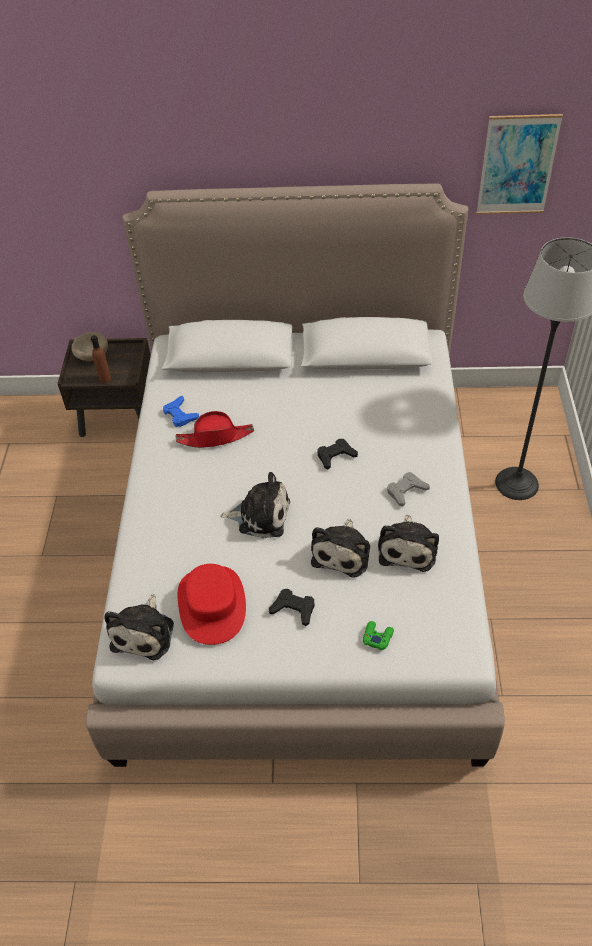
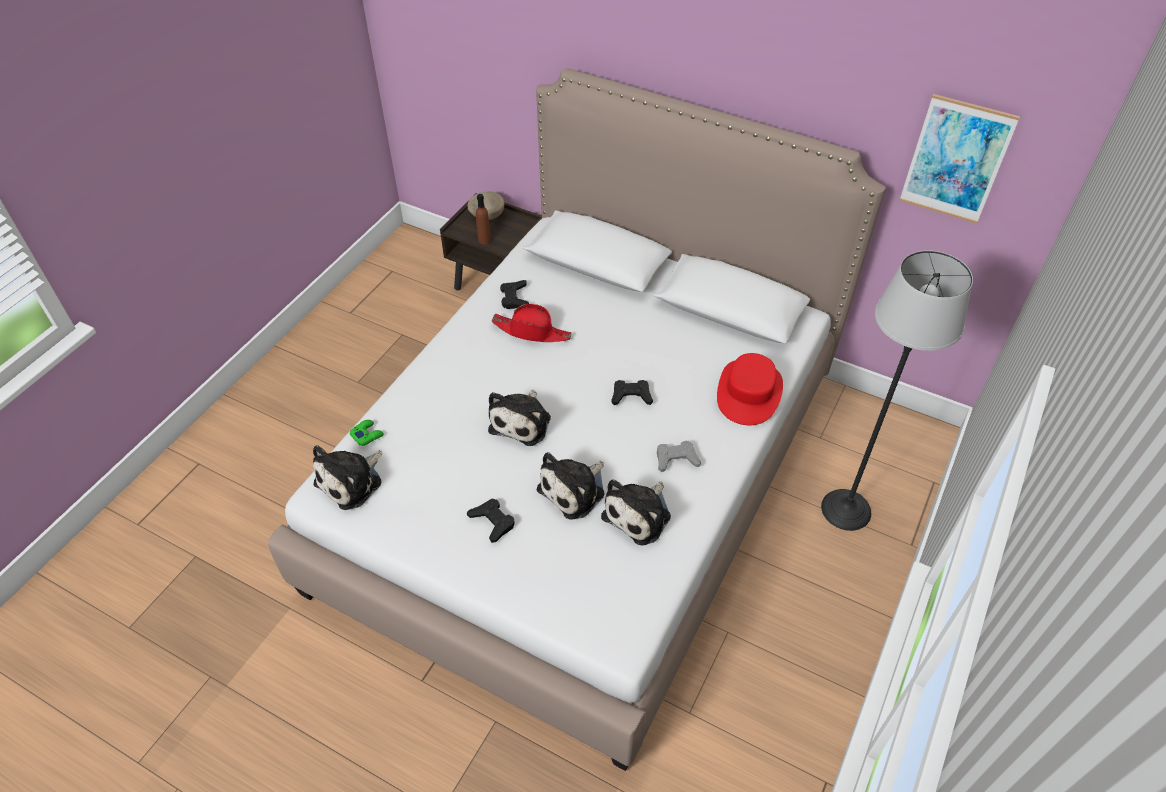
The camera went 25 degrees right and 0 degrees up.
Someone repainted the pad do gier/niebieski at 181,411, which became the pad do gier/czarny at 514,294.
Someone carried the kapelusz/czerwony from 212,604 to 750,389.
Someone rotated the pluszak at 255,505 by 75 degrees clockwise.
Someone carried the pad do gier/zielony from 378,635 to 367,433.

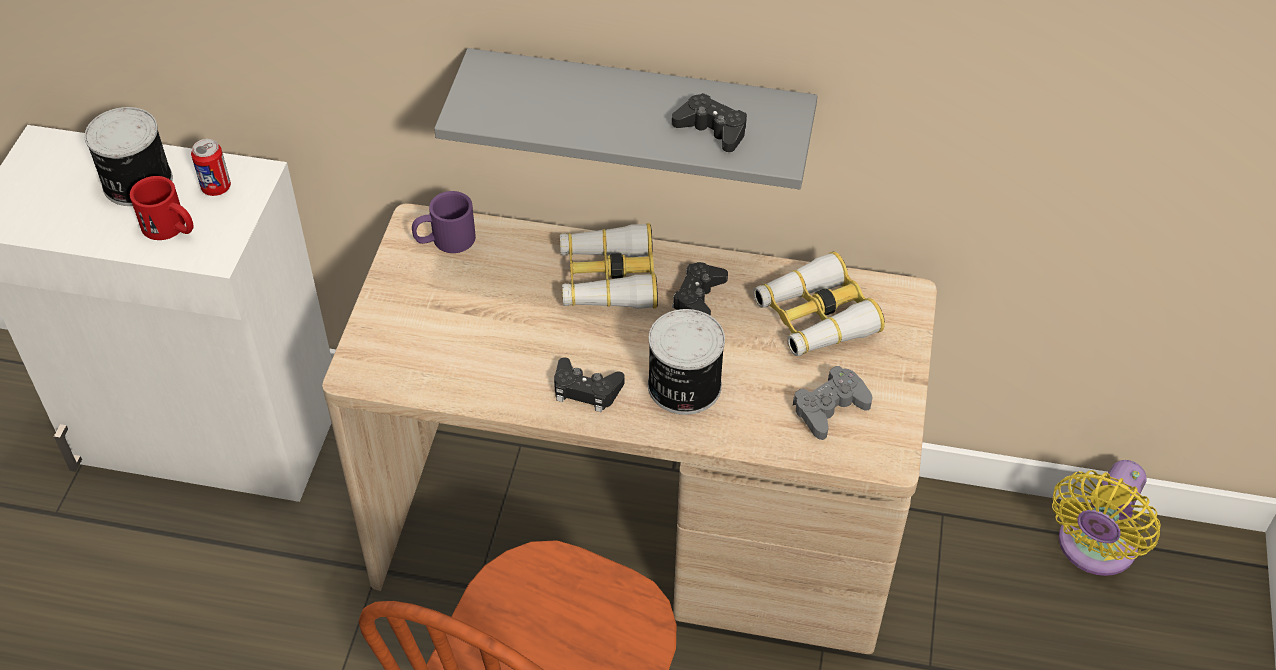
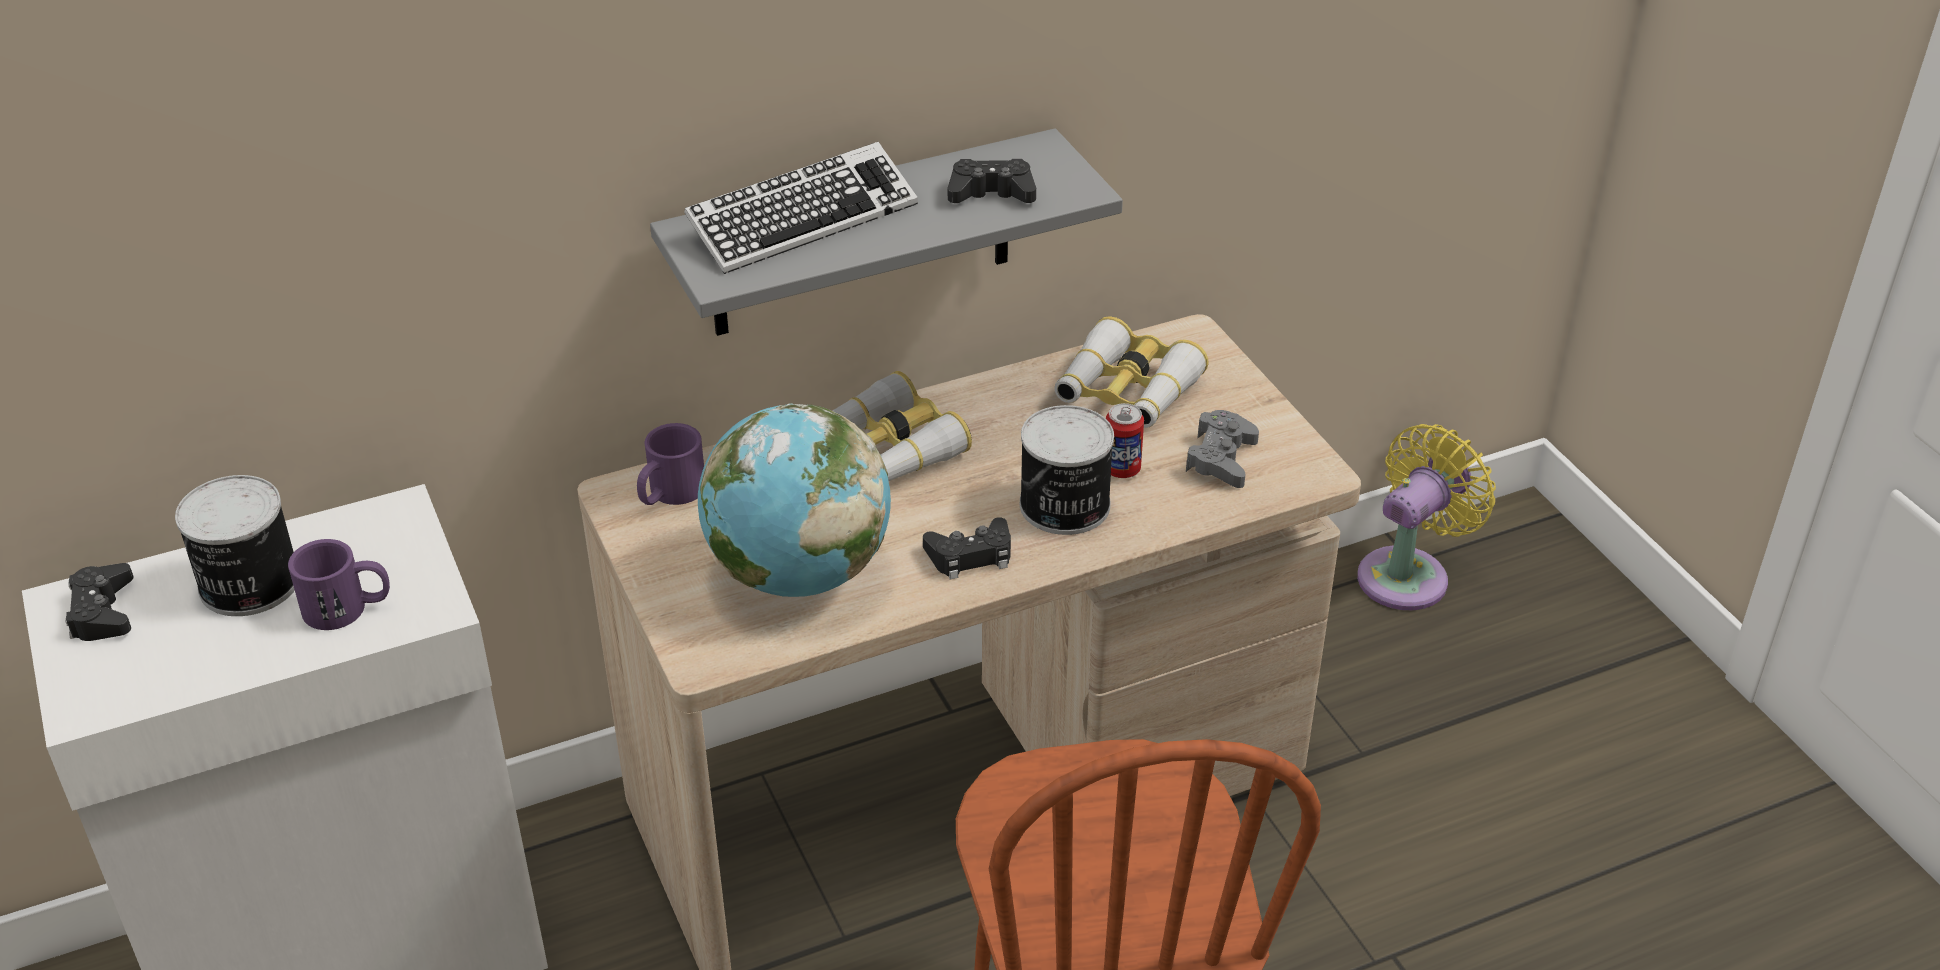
The camera went 35 degrees left and 10 degrees down.
Someone repainted the kubek/czerwony at 162,208, which became the kubek/fioletowy at 339,584.
Someone carried the puszka from 211,167 to 1125,440.
Someone carried the pad do gier/czarny from 700,289 to 99,602.
Someone rotated the wentylator/żółty at 1106,518 by 135 degrees counterclockwise.
Someone put down the klawiatura at 801,208.
Someone put down the globus at 794,500.

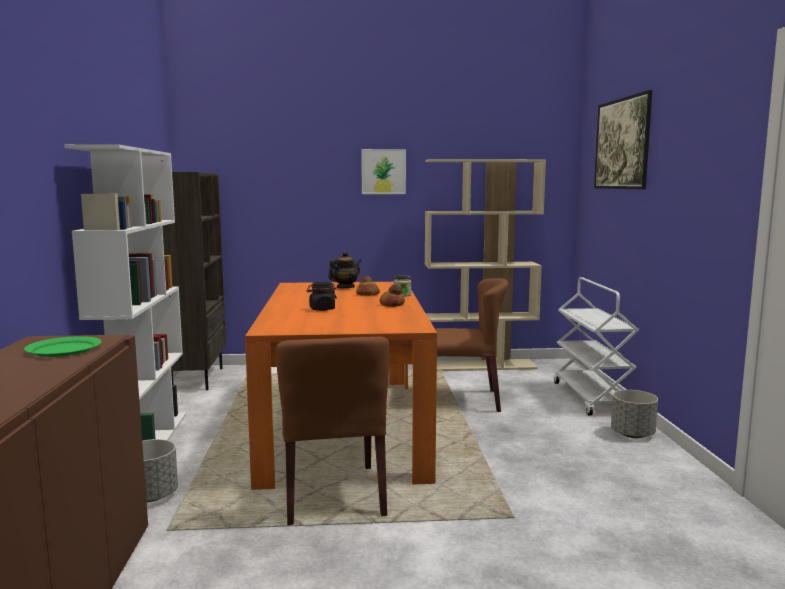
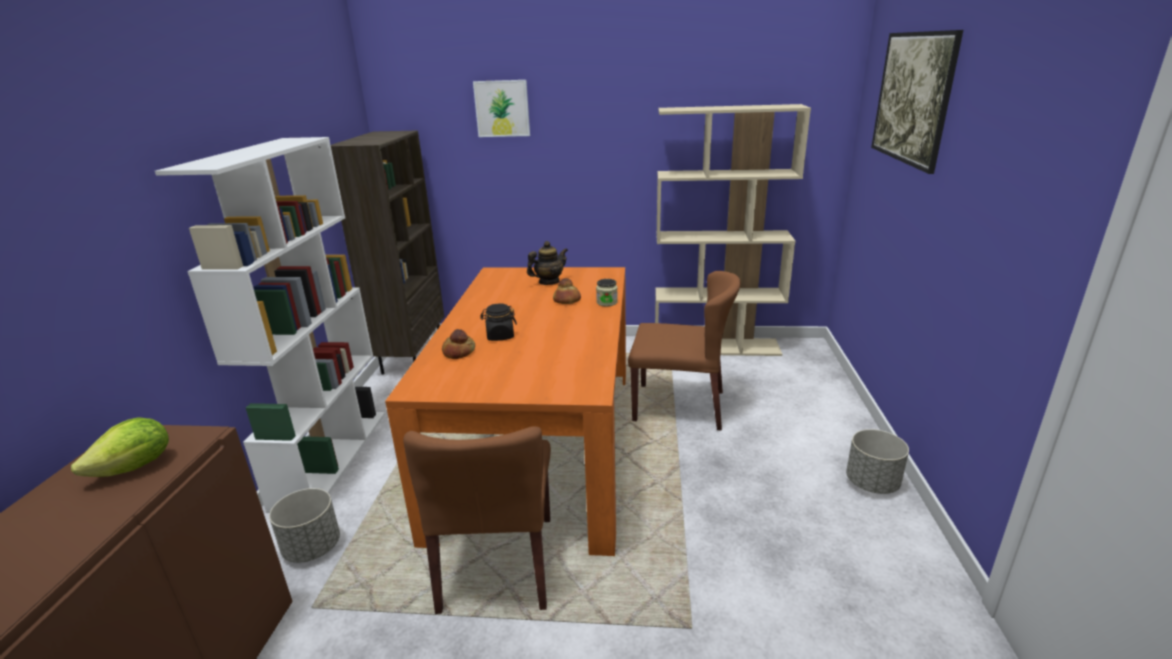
The camera went 10 degrees right and 15 degrees up.
Someone swapped the talerz/zielony at 63,346 for the sałata at 120,447.
Someone carried the obraz from 383,171 to 501,108.
Someone carried the chleb from 392,296 to 458,344.
Someone took away the wózek/biały at 596,346.

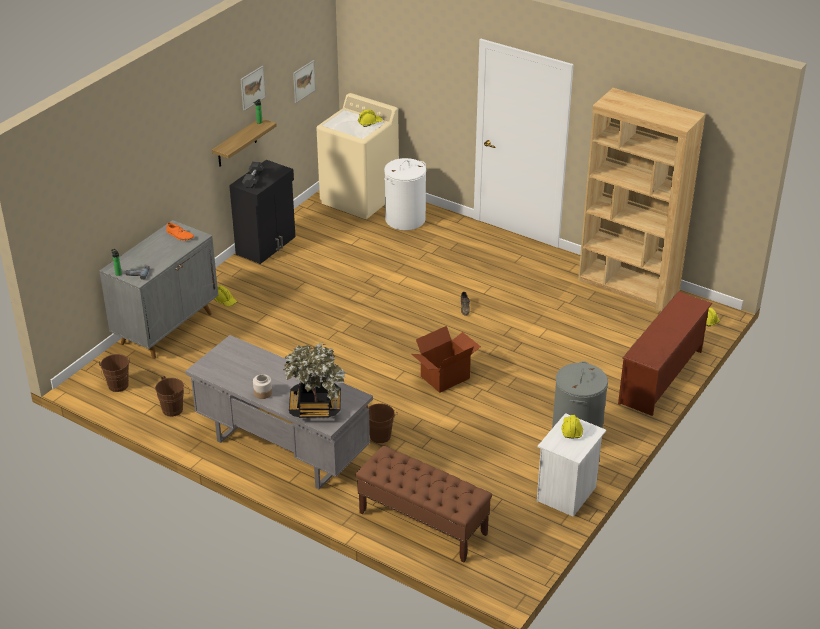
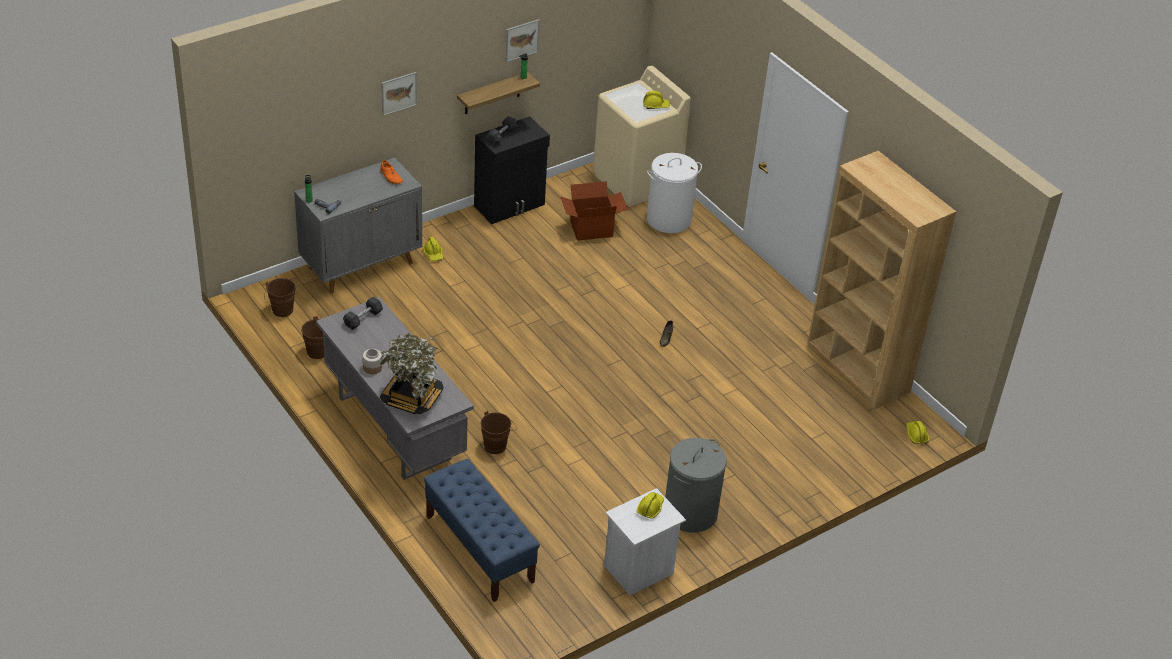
The camera went 20 degrees right and 5 degrees up.
Someone carried the obraz from 304,81 to 399,94.
Someone repainted the ławka/brązowy at 424,504, which became the ławka/niebieski at 482,530.
Someone carried the karton from 446,359 to 594,211.
Someone took away the regał na buty/brązowy at 665,353.
Someone put down the hantel/szary at 363,313.

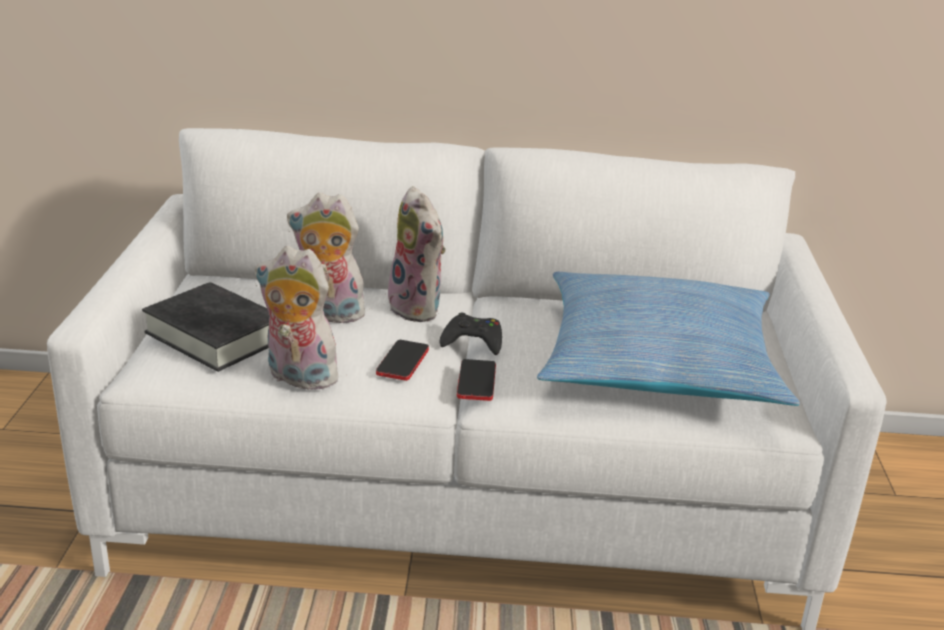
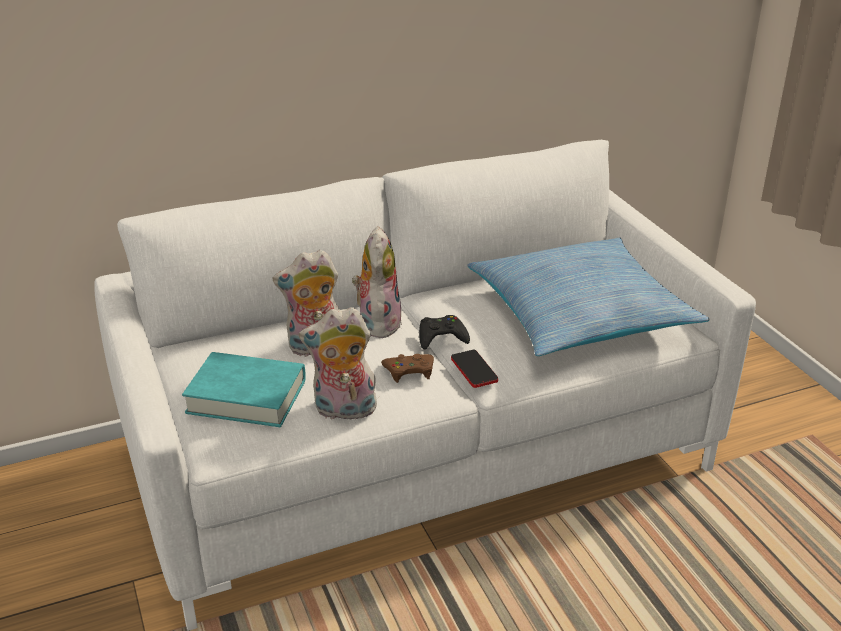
The camera went 25 degrees left and 5 degrees up.
Someone repainted the książka/czarny at 205,327, which became the książka/turkusowy at 244,389.
Someone swapped the telefon at 402,360 for the pad do gier/brązowy at 407,368.
Someone rotated the pluszak at 416,254 by 120 degrees counterclockwise.

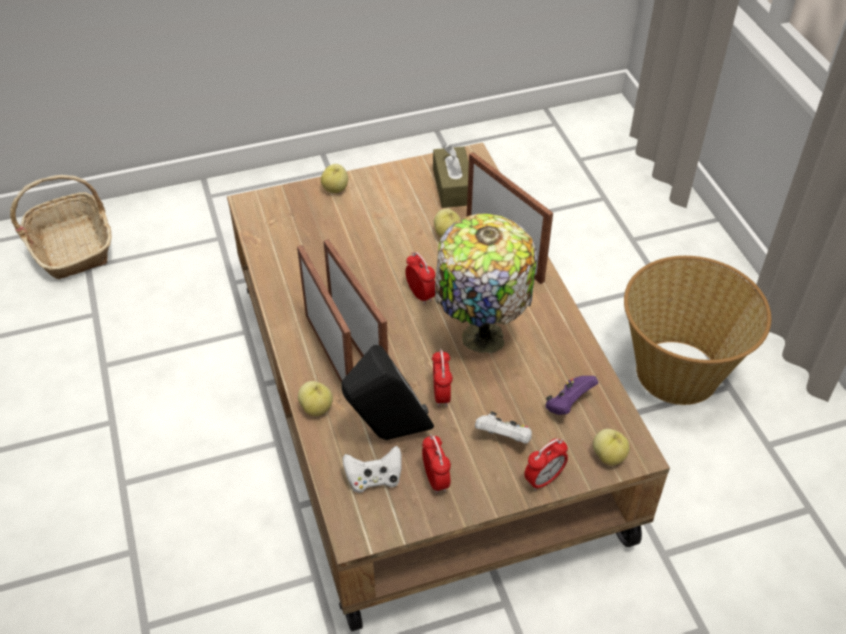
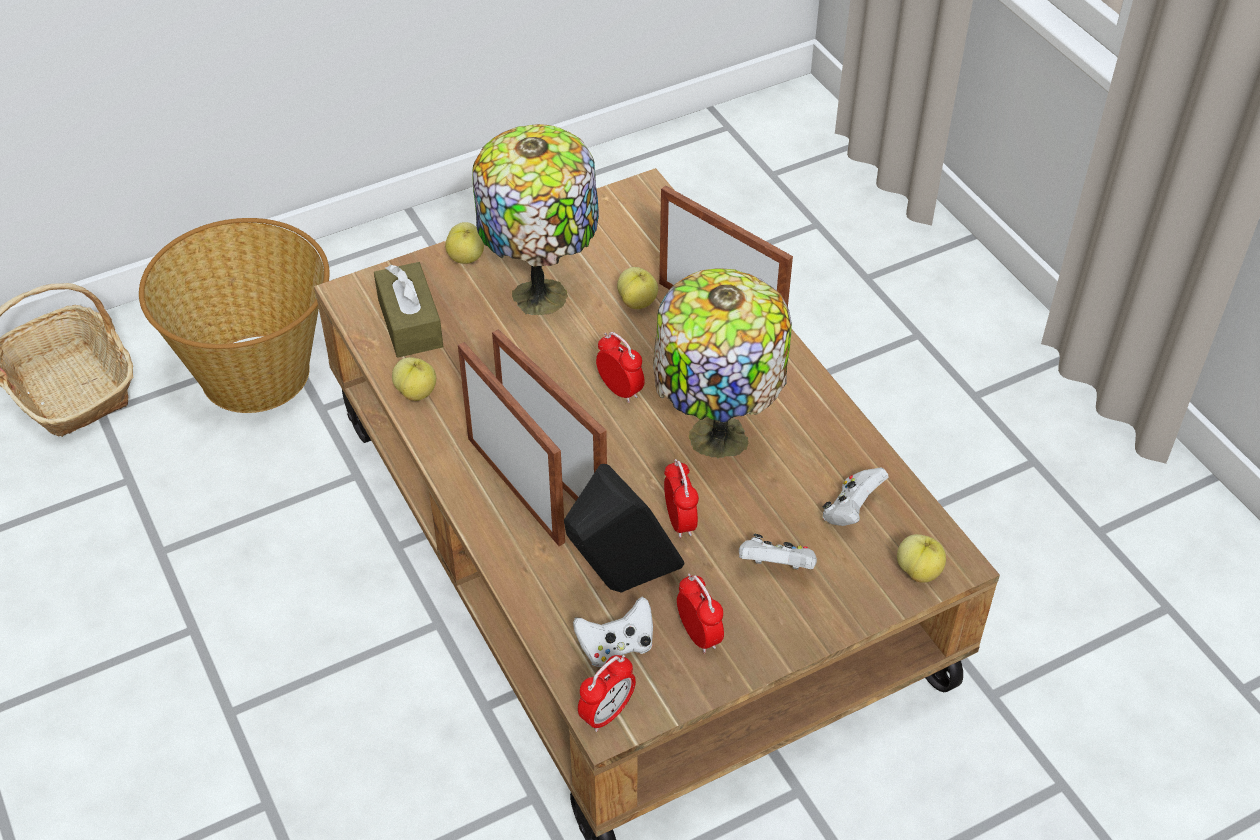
The camera went 10 degrees left and 0 degrees up.
Someone carried the jabłko from 315,398 to 414,379.
Someone carried the pudełko chusteczek/brązowy from 451,176 to 408,310.
Someone carried the budzik from 546,465 to 607,693.
Someone repainted the pad do gier/fioletowy at 572,395, which became the pad do gier/biały at 855,497.
Someone carried the koszyk from 697,330 to 234,315.
Someone put down the lampa stołowa at 535,219.

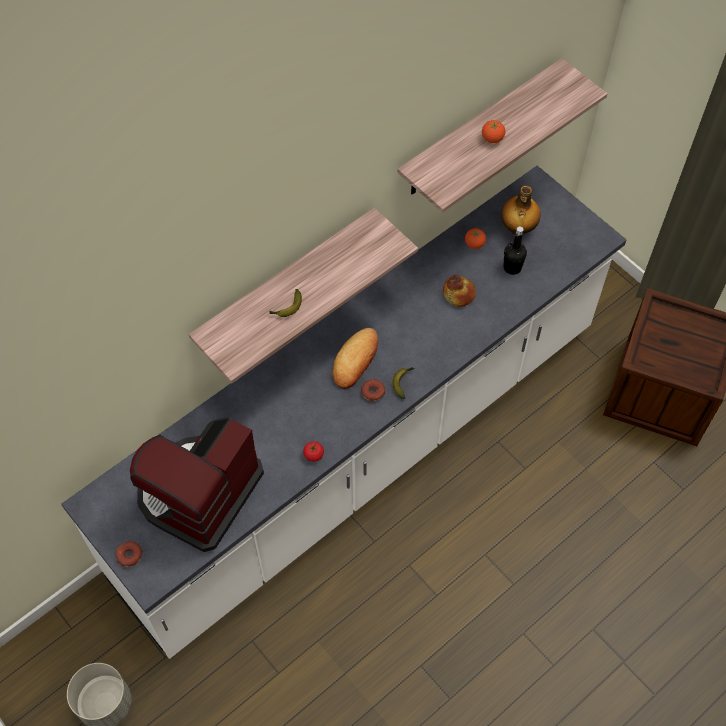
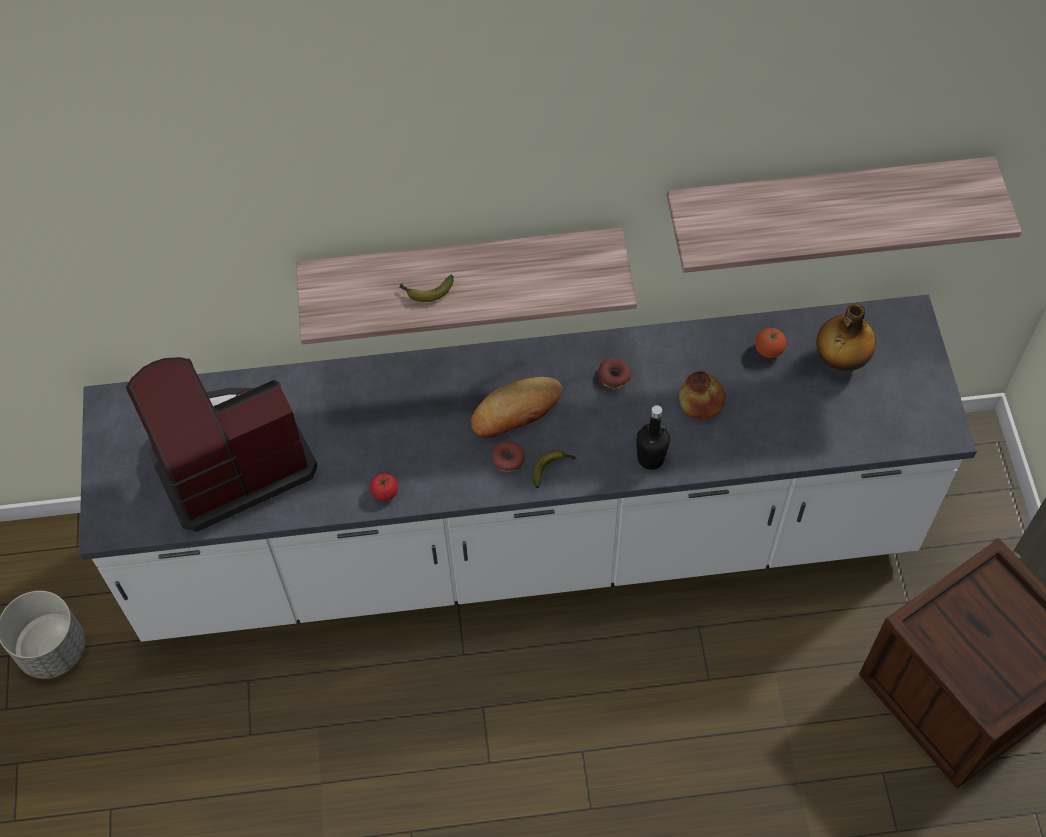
The camera went 35 degrees right and 0 degrees up.
Someone carried the donut from 129,554 to 614,373.
Someone took away the pomidor at 493,131.
Someone carried the butelka/czarny from 515,250 to 653,437.

